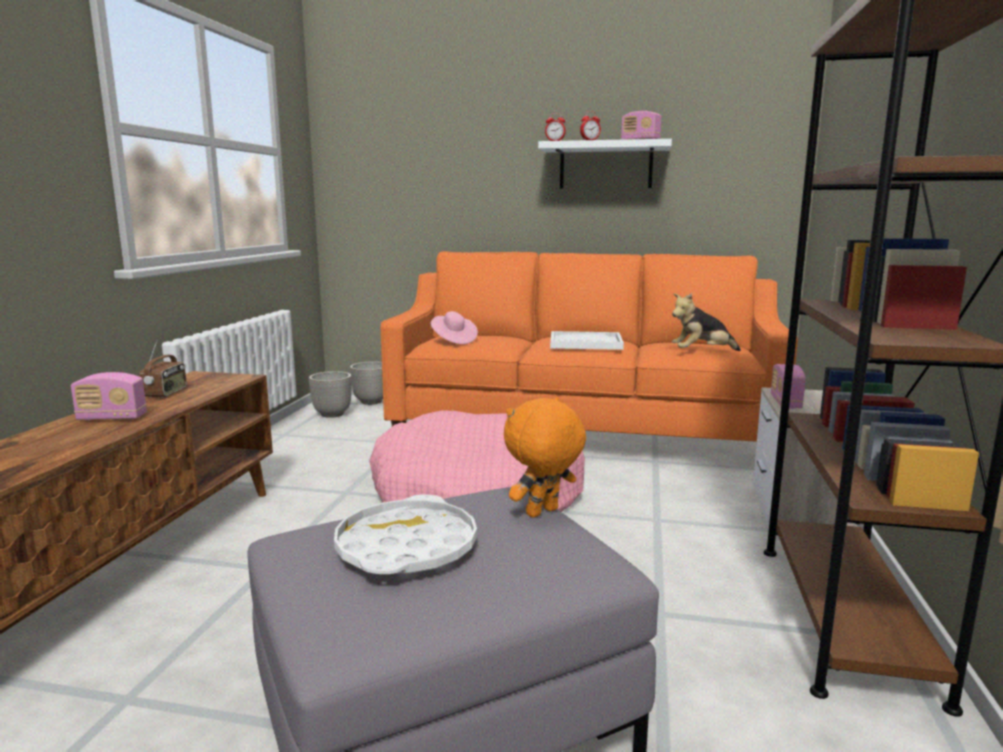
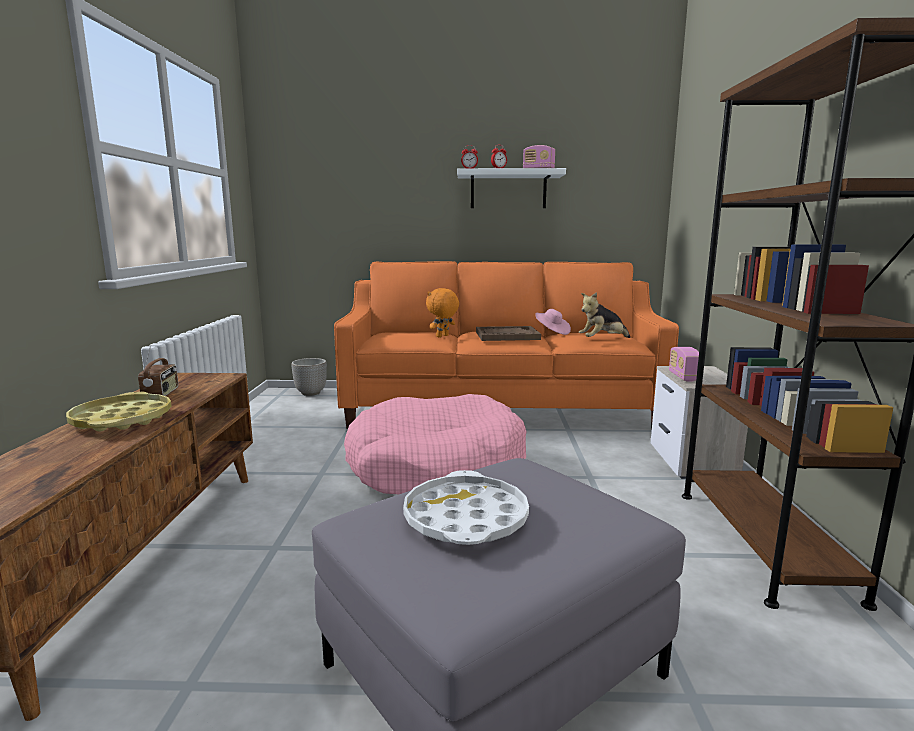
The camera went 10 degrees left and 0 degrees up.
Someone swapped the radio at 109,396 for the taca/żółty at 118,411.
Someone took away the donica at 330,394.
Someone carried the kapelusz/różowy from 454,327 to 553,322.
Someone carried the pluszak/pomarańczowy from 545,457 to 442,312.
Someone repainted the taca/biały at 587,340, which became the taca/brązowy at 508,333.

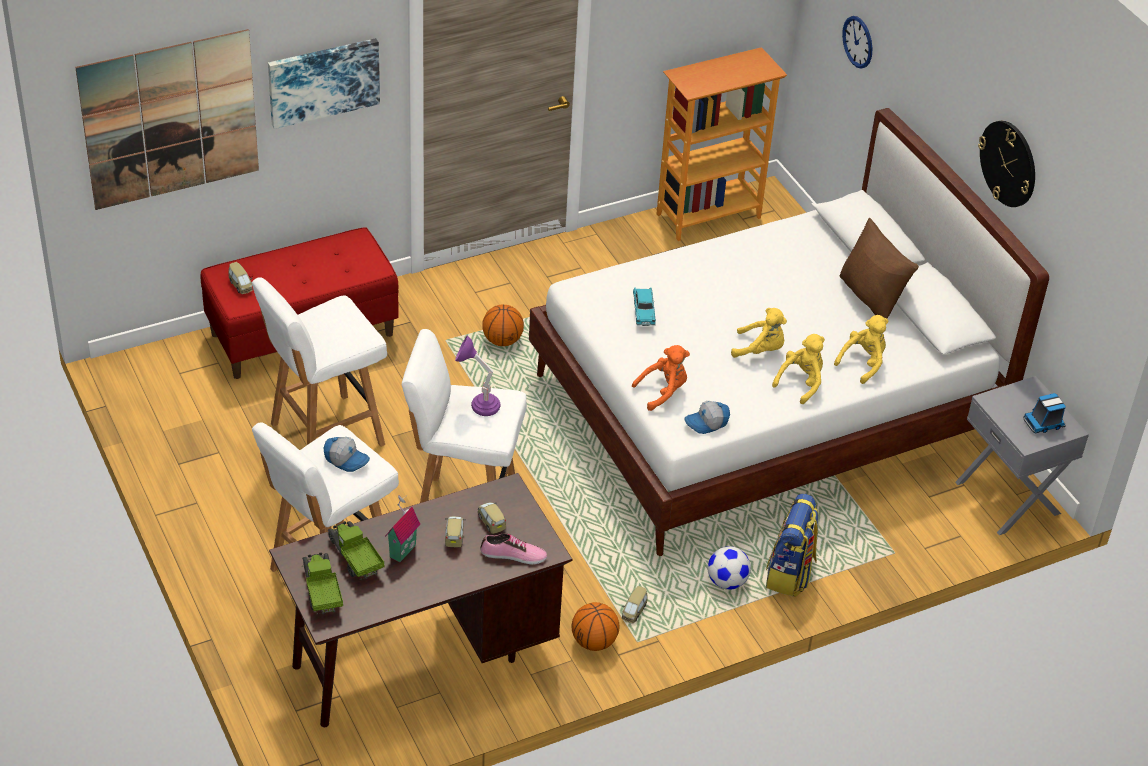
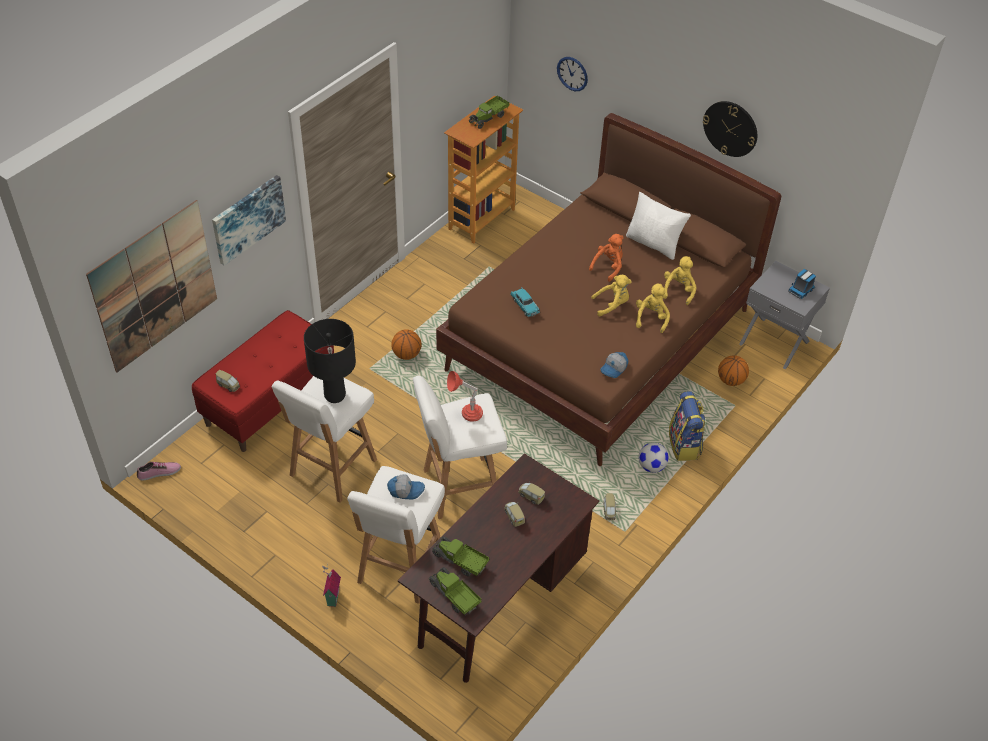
The camera went 25 degrees left and 5 degrees up.
Someone carried the domek from 402,528 to 331,585.
Someone repainted the lampa stołowa/fioletowy at 477,376, which became the lampa stołowa/czerwony at 465,396.
Someone carried the but from 513,548 to 159,471.
Someone repainted the łóżko/biały at 789,332, which became the łóżko/brązowy at 608,289.
Someone carried the piłka do koszykówki from 595,626 to 733,370.
Someone carried the pluszak/pomarańczowy from 661,378 to 606,258.
Someone repainted the poduszka/brązowy at 879,267, which became the poduszka/biały at 658,226.
Someone put down the lampa stołowa/czarny at 330,361.
Someone put down the ciężarówka zabawkowa at 488,112.

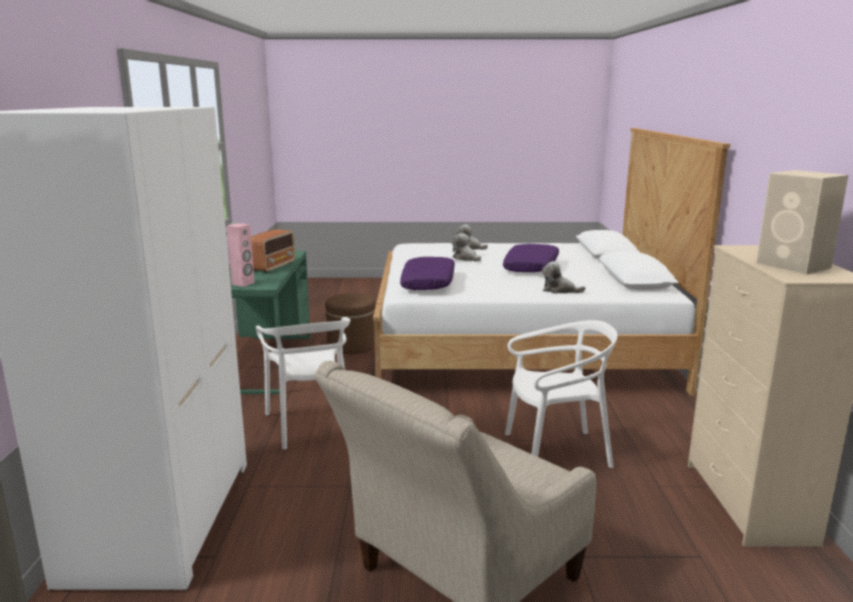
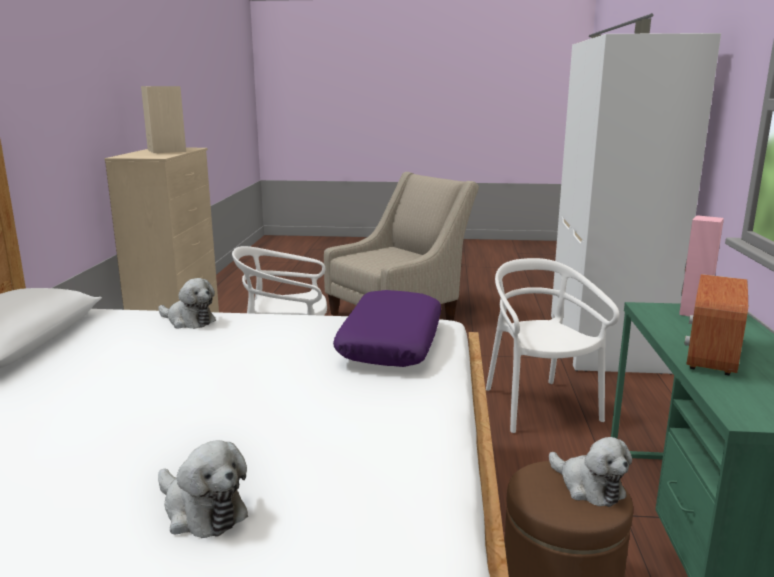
The camera went 175 degrees left and 0 degrees up.
Someone carried the pluszak from 466,247 to 590,472.
Someone took away the poduszka/fioletowy at 531,258.

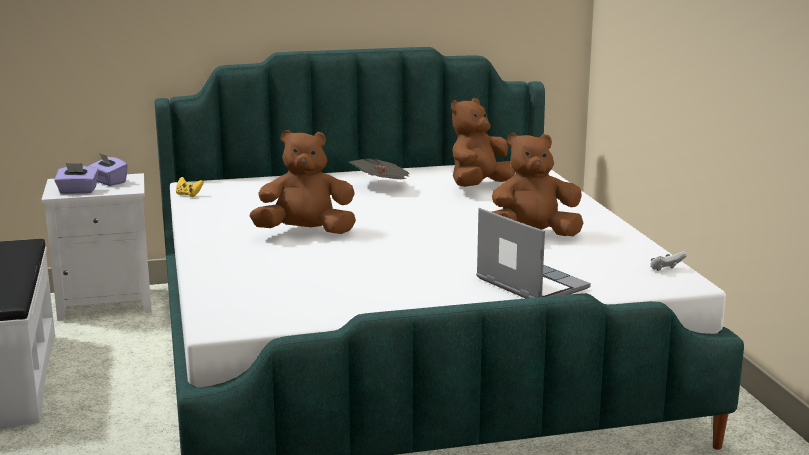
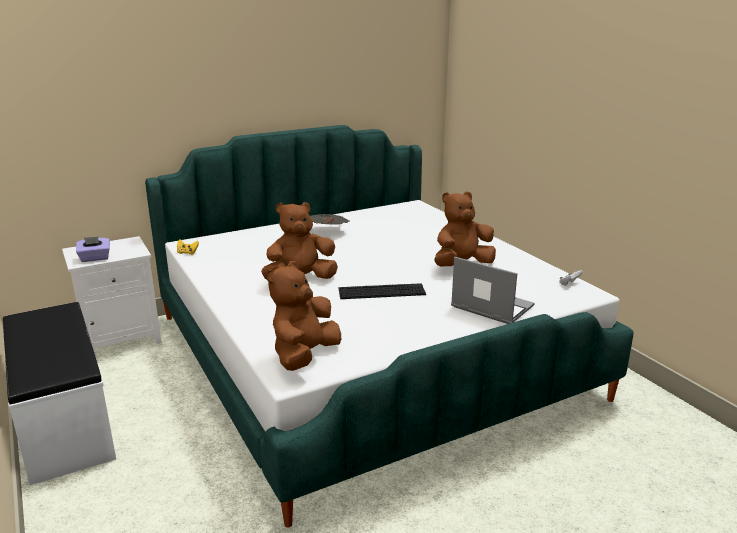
The camera went 15 degrees left and 5 degrees up.
Someone took away the pudełko chusteczek/fioletowy at 108,169.
Someone carried the pluszak/brązowy from 483,142 to 304,316.
Someone put down the klawiatura at 382,291.

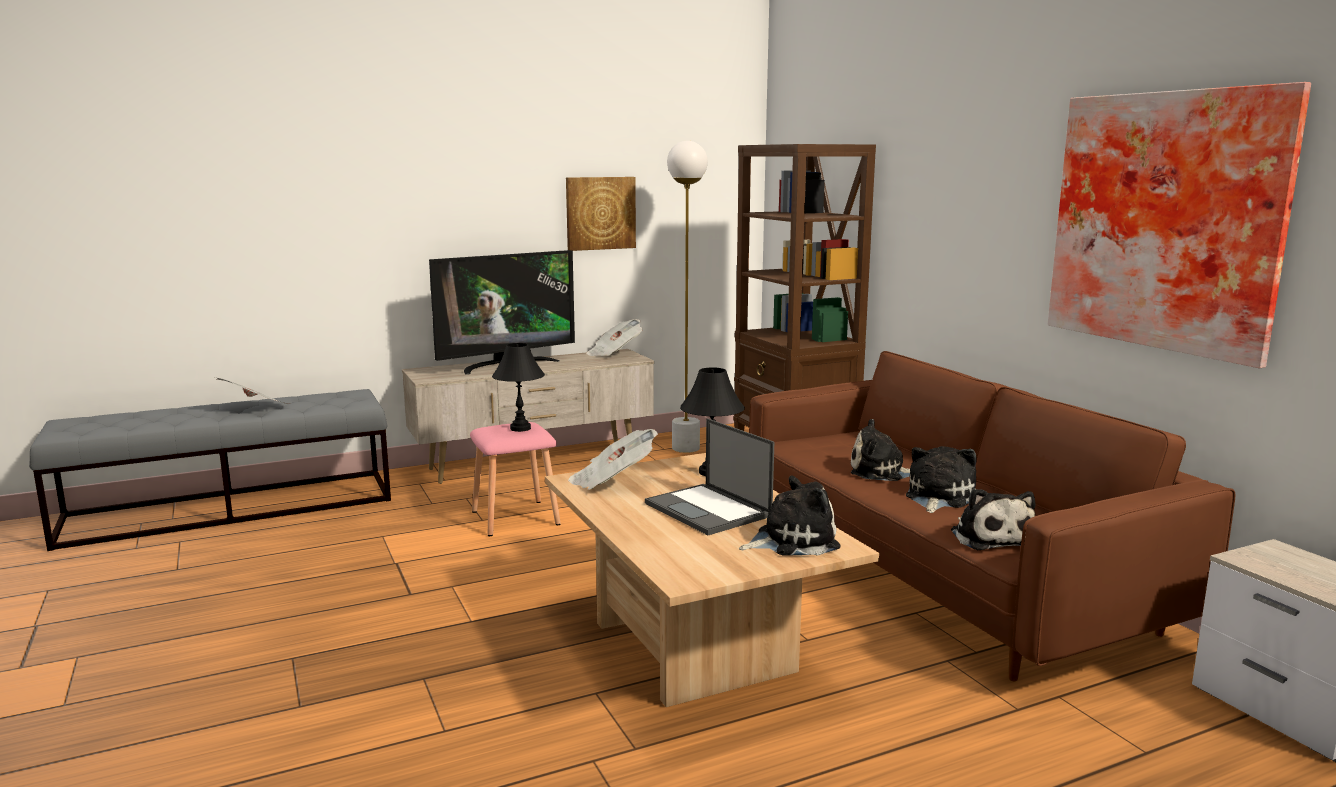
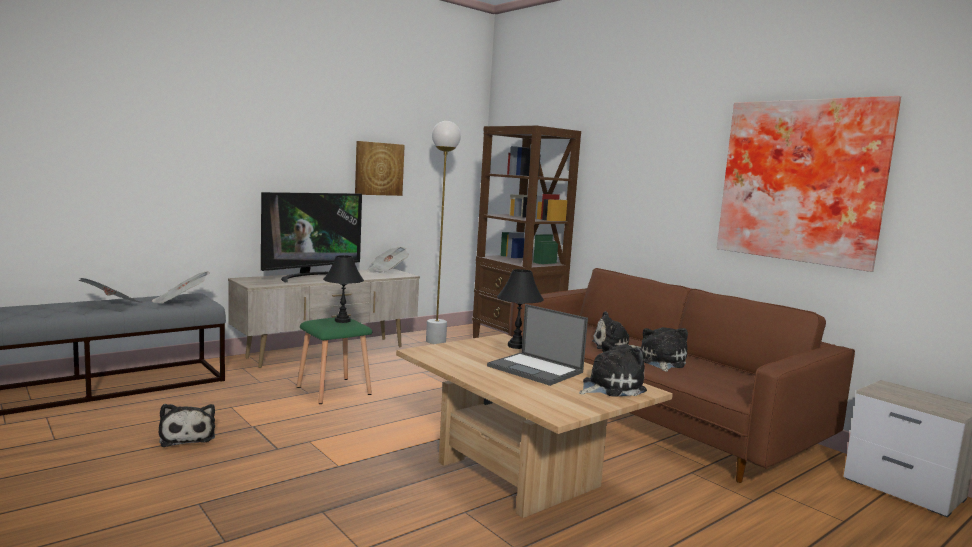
The camera went 15 degrees left and 5 degrees down.
Someone repainted the stołek/różowy at 515,479, which became the stołek/zielony at 334,360.
Someone carried the gazeta from 613,459 to 181,287.
Someone carried the pluszak from 993,519 to 186,425.

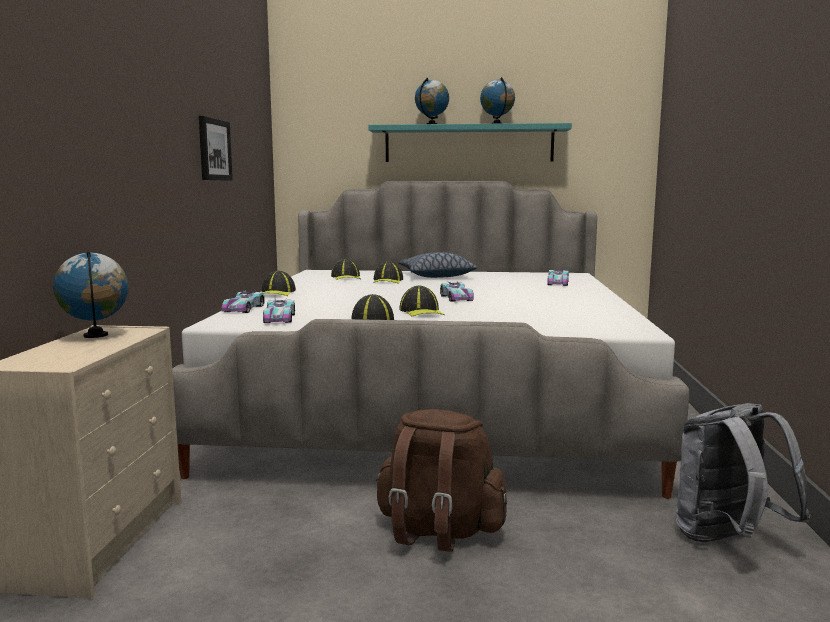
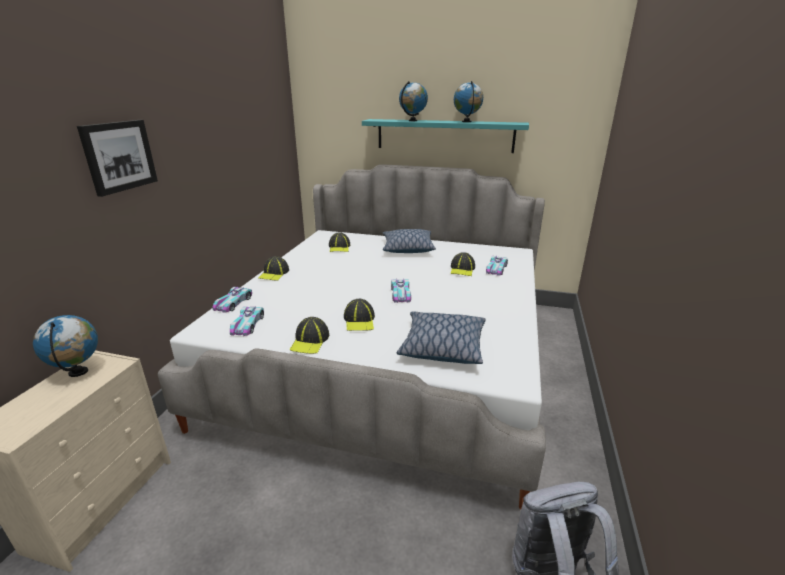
The camera went 10 degrees right and 15 degrees up.
Someone carried the obraz from 216,148 to 117,158.
Someone carried the czapka z daszkiem from 388,272 to 463,264.
Someone took away the plecak/brązowy at 441,480.
Someone put down the poduszka at 441,338.

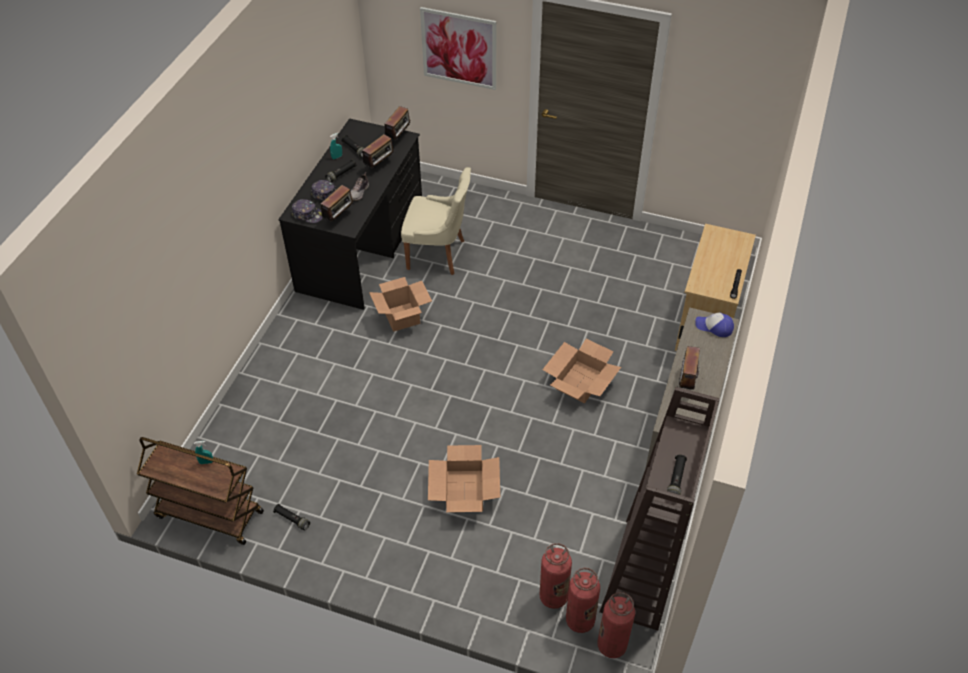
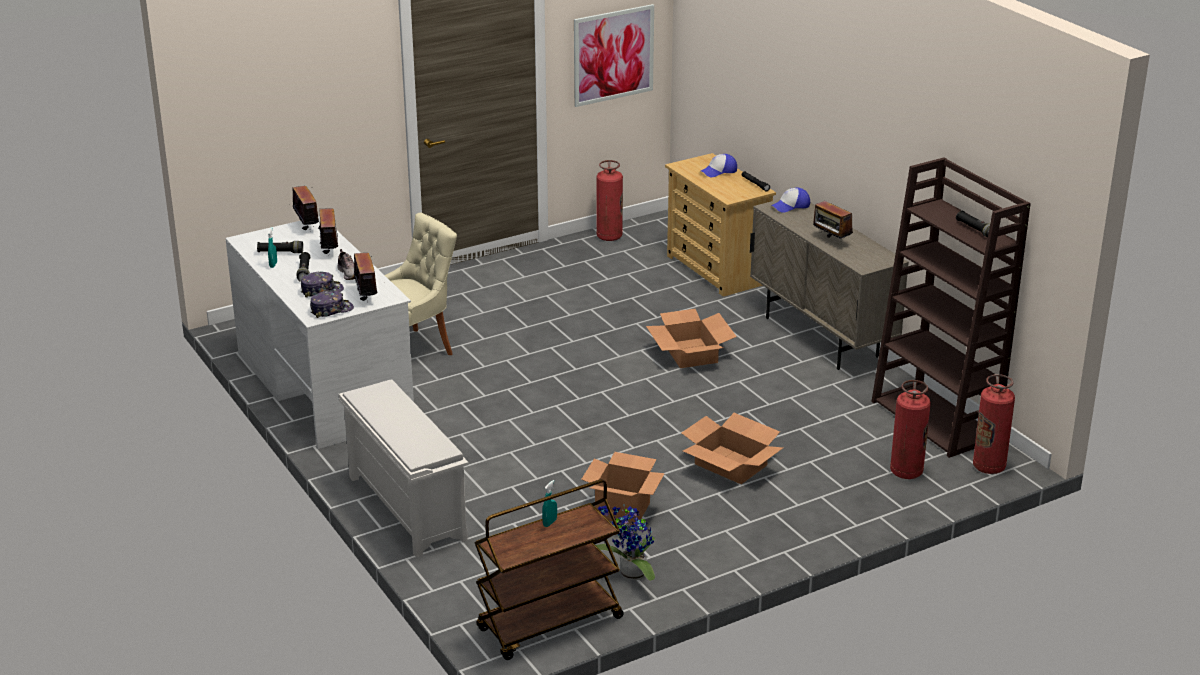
The camera went 50 degrees left and 20 degrees down.
Someone swapped the latarka/czarny at 291,517 for the roślina doniczkowa at 625,542.
Someone repainted the biurko/czarny at 350,214, which became the biurko/biały at 319,332.
Someone carried the karton from 400,304 to 623,488.
Someone carried the obraz from 458,48 to 614,55.
Someone carried the gaśnica from 583,600 to 609,200.
Someone put down the regał na buty/biały at 404,468.
Someone put down the czapka z daszkiem at 719,165.

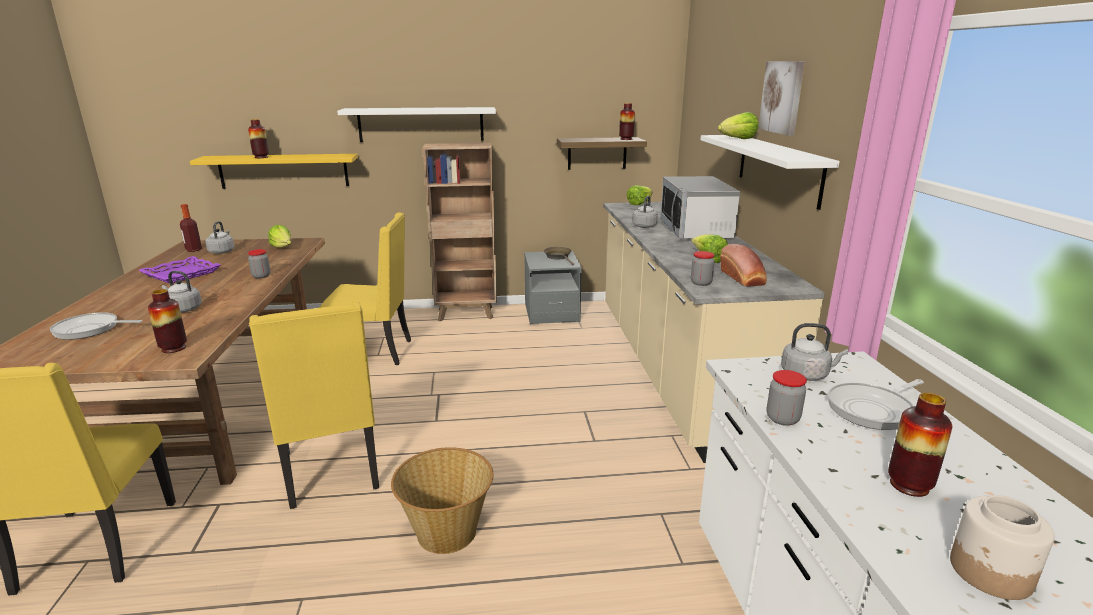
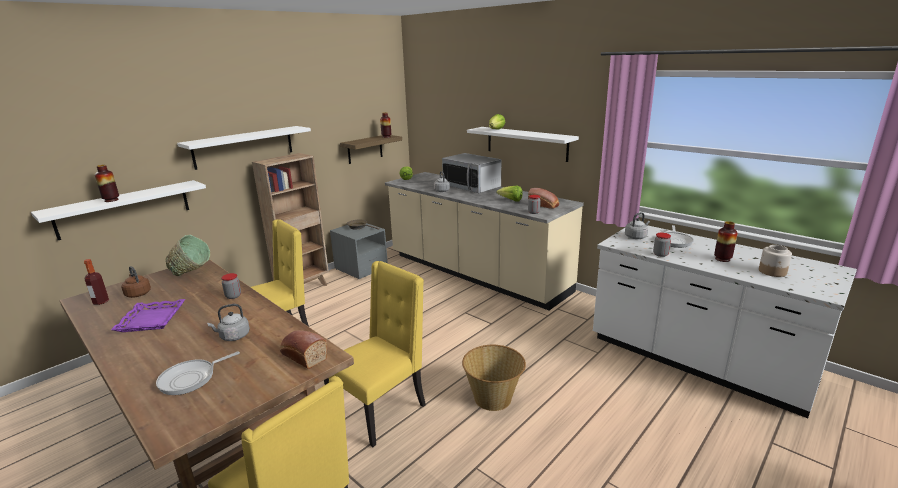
The camera went 40 degrees left and 0 degrees up.
Someone swapped the wazon at 167,321 for the chleb at 303,349.
Someone repainted the półka/żółty at 274,171, which became the półka/biały at 118,210.
Someone repainted the czajnik/szary at 220,237, which became the czajnik/brązowy at 136,282.
Someone rotated the krzesło/żółty at 314,405 by 75 degrees counterclockwise.
Someone swapped the sałata at 279,236 for the miska/zielony at 188,255.
Someone took away the obraz at 781,98.

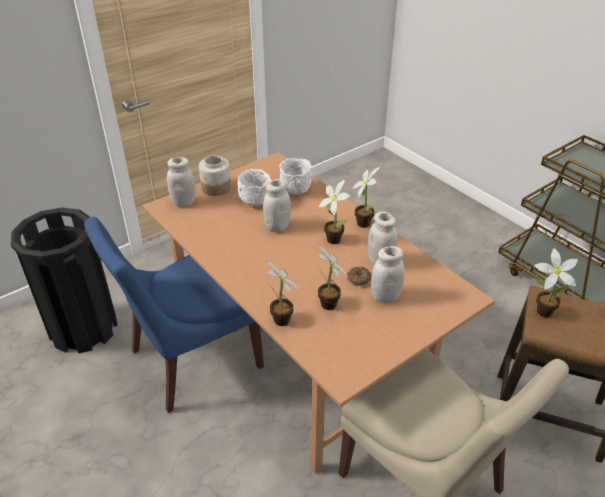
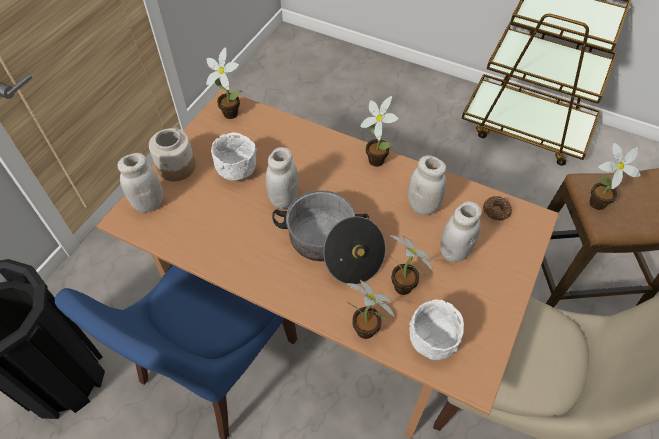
The camera went 25 degrees left and 15 degrees up.
Someone carried the miska/biały from 295,176 to 436,329.
Someone carried the roślina doniczkowa from 334,212 to 224,83.
Someone carried the donut from 359,276 to 497,208.
Someone put down the garnek at 329,237.

